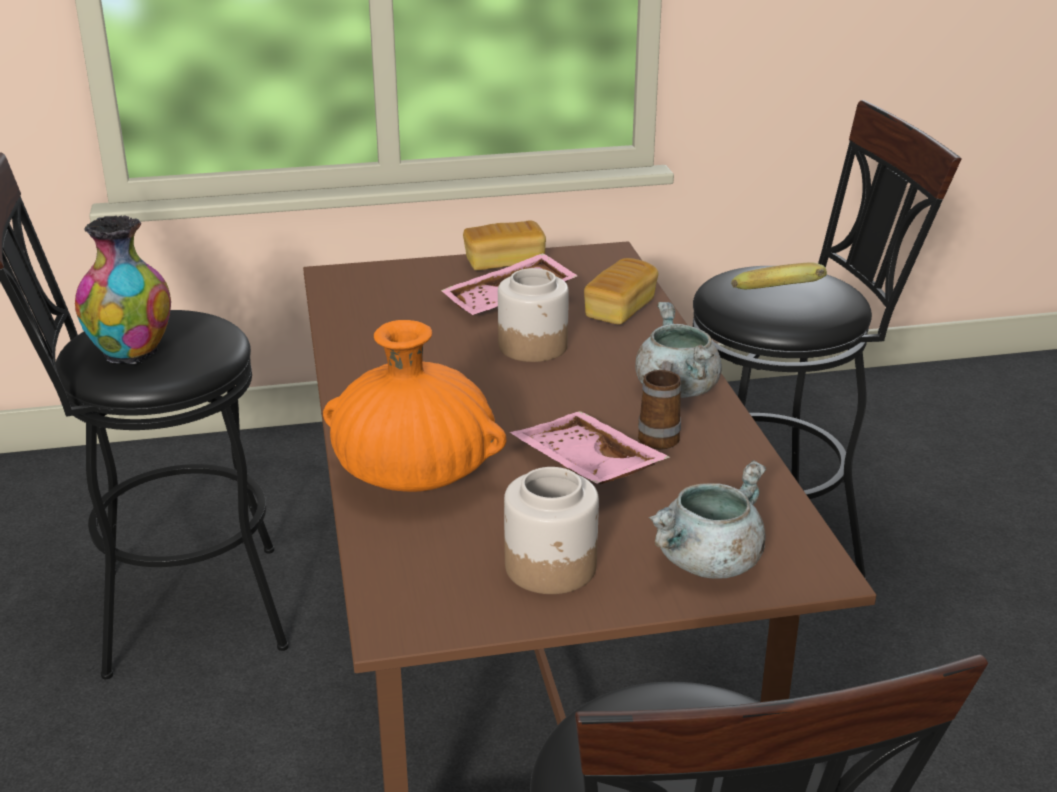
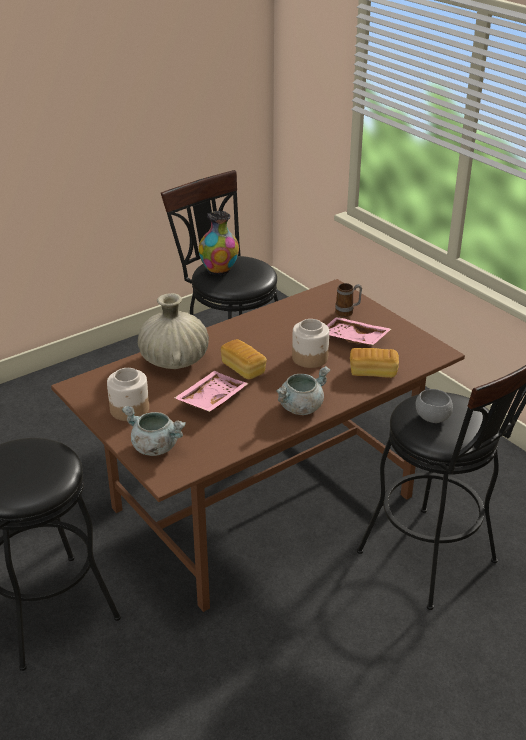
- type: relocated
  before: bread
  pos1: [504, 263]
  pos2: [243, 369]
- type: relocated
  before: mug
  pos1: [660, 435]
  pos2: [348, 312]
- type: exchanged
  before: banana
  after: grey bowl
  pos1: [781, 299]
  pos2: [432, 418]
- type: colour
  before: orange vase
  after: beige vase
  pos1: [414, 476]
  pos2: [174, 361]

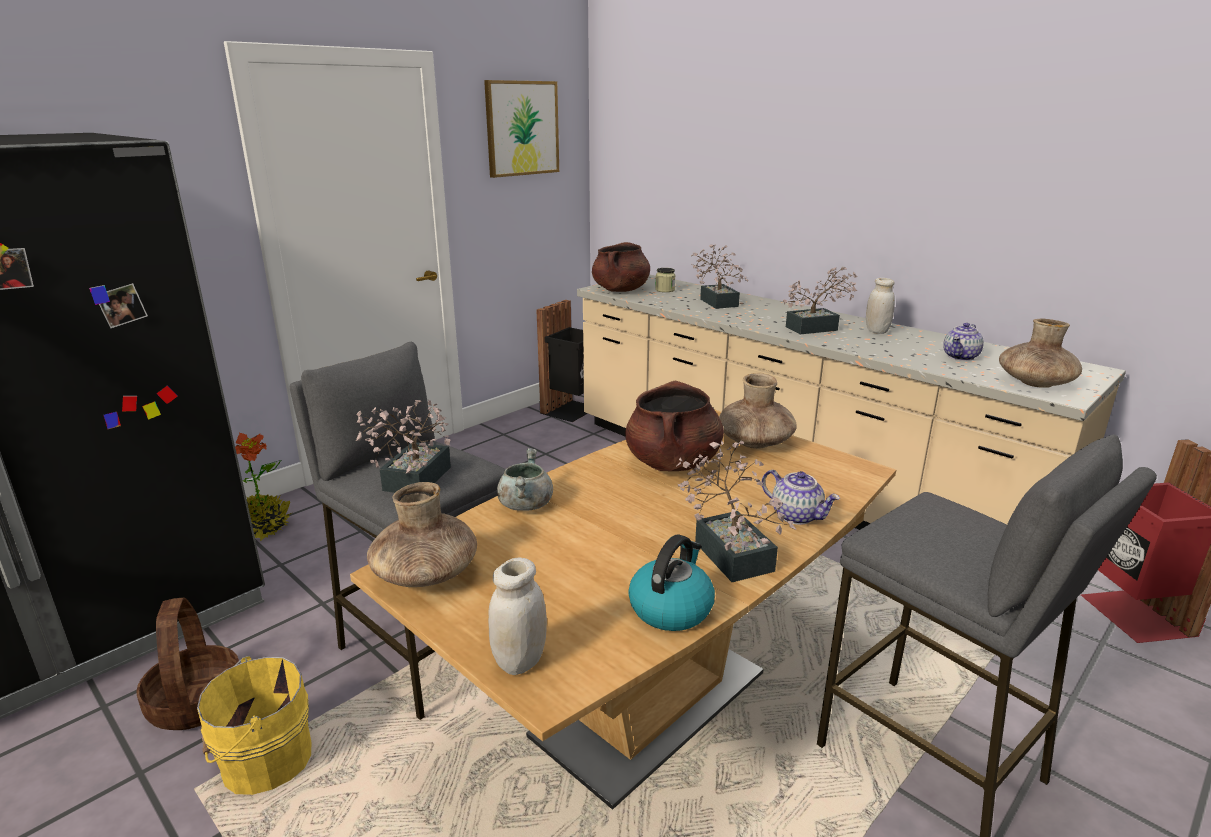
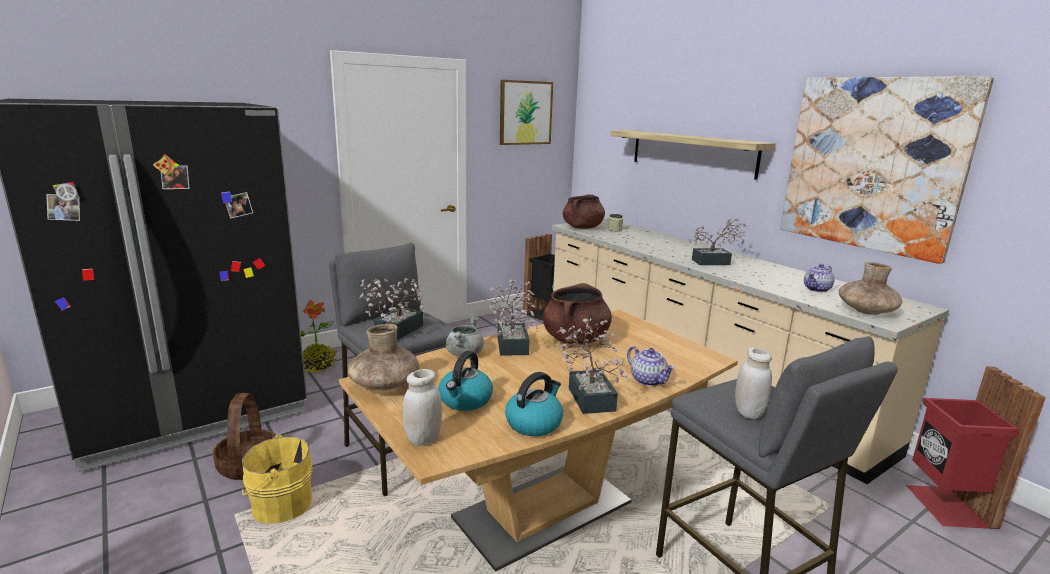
- type: missing
  before: brown vase
  pos1: [755, 442]
- type: appeared
  after: kettle
  pos2: [465, 400]
- type: appeared
  after: shelf
  pos2: [691, 153]
- type: appeared
  after: picture
  pos2: [872, 164]
- type: relocated
  before: potted plant
  pos1: [717, 301]
  pos2: [512, 343]
- type: relocated
  before: white jar
  pos1: [876, 331]
  pos2: [748, 413]

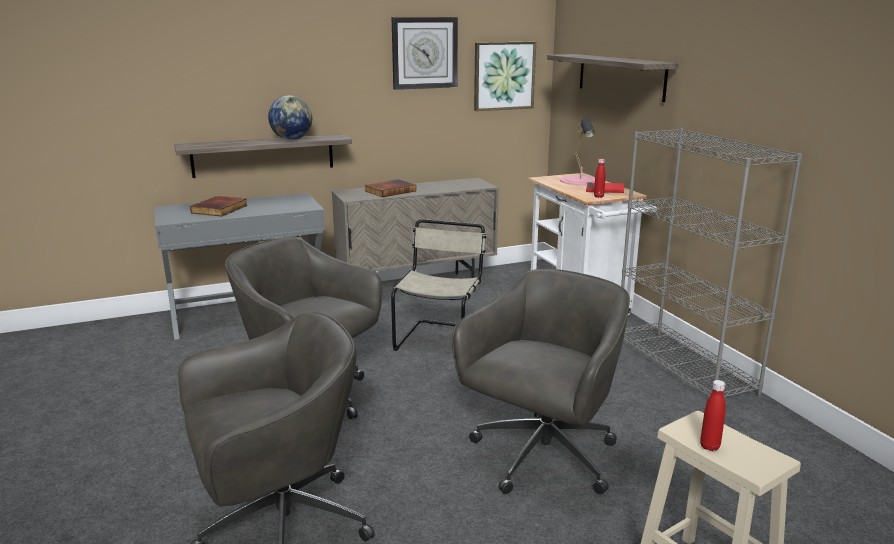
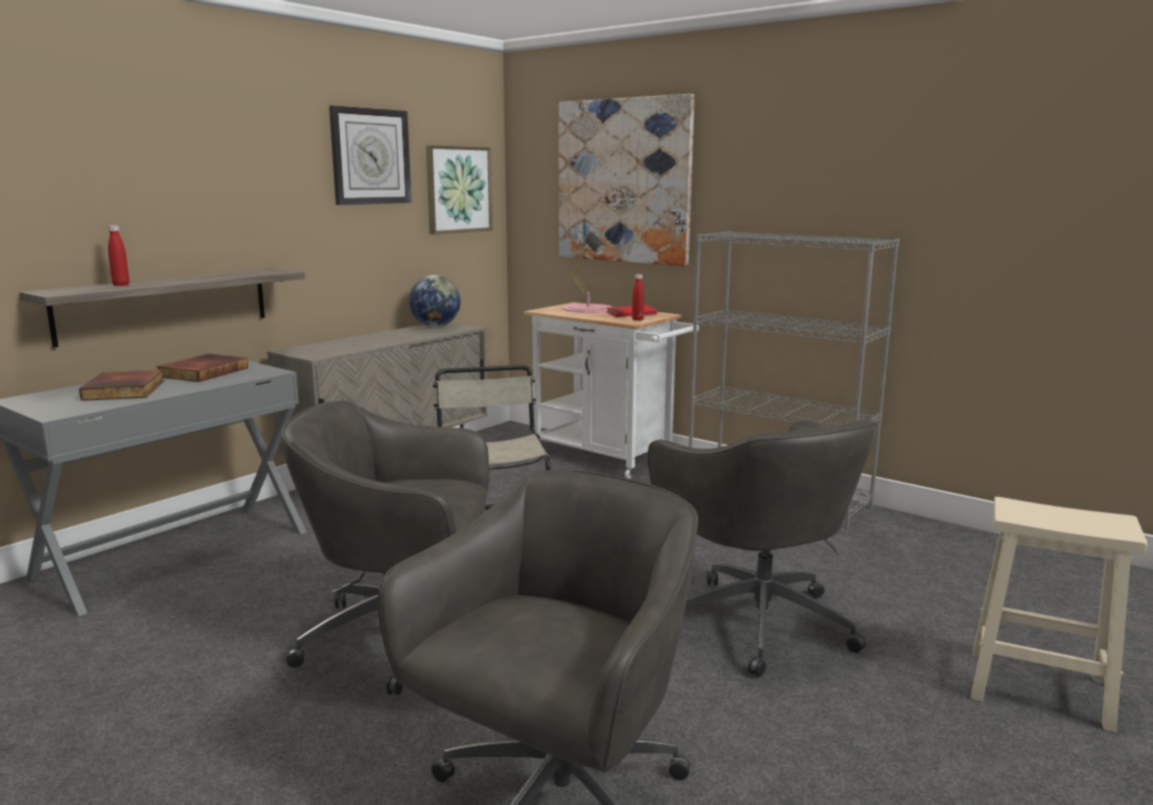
- type: relocated
  before: globe
  pos1: [292, 139]
  pos2: [435, 326]
- type: relocated
  before: book
  pos1: [390, 191]
  pos2: [202, 372]
- type: relocated
  before: red bottle
  pos1: [709, 446]
  pos2: [121, 285]
- type: exchanged
  before: shelf
  after: picture
  pos1: [620, 76]
  pos2: [623, 181]
- type: spun
  before: grey office chair
  pos1: [541, 457]
  pos2: [756, 620]
  turn: 150

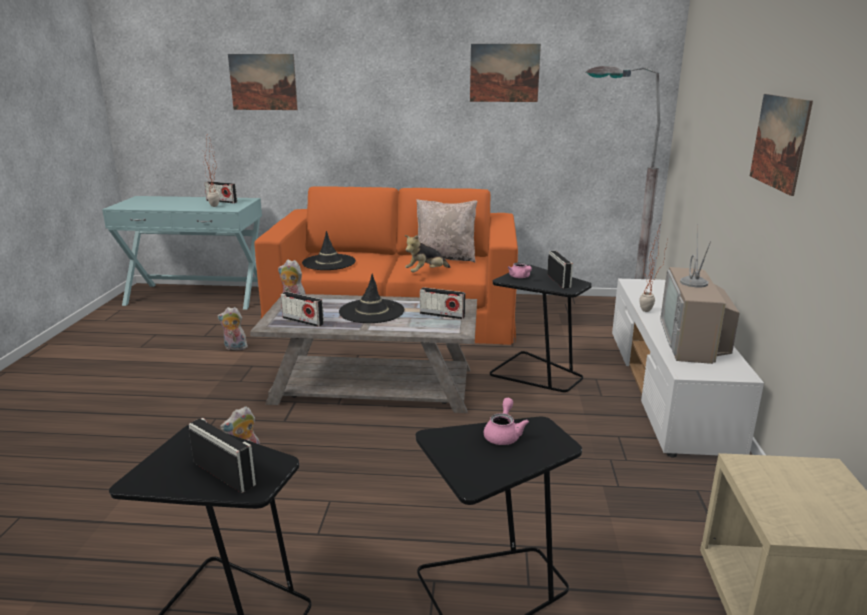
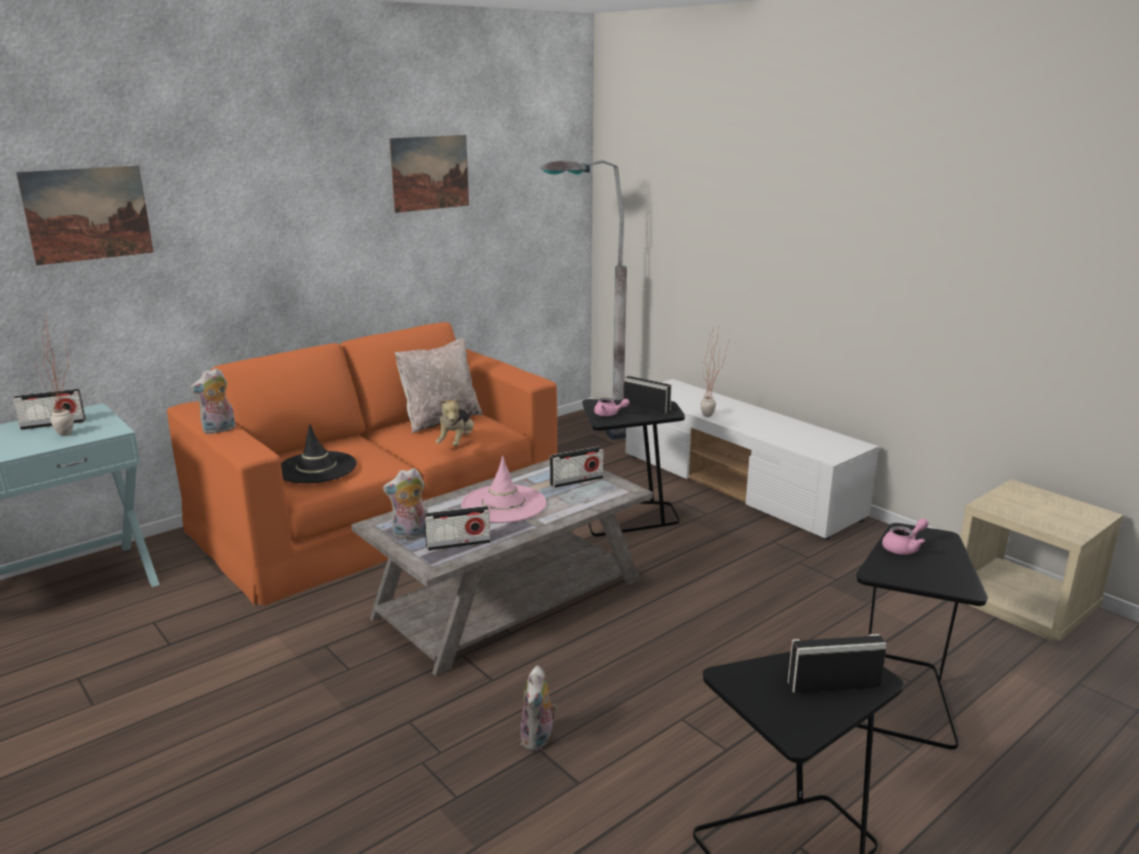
- type: missing
  before: television
  pos1: [693, 341]
- type: missing
  before: picture
  pos1: [779, 142]
- type: relocated
  before: plush toy
  pos1: [234, 348]
  pos2: [219, 430]
- type: colour
  before: black hat
  after: pink hat
  pos1: [371, 311]
  pos2: [503, 504]
- type: spun
  before: pink teapot
  pos1: [503, 434]
  pos2: [904, 548]
  turn: 90

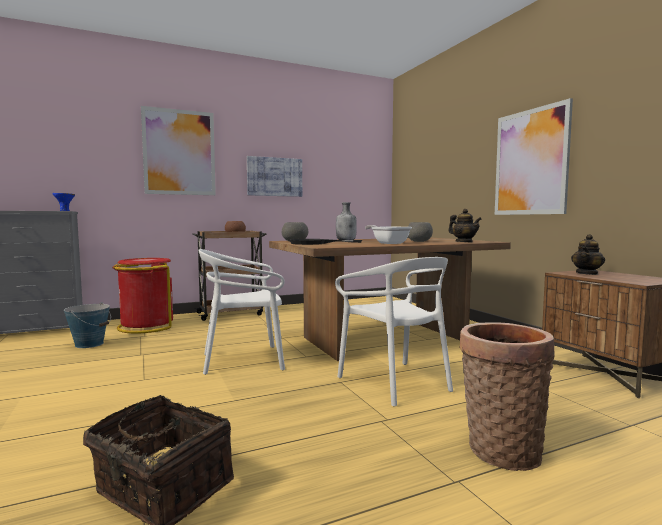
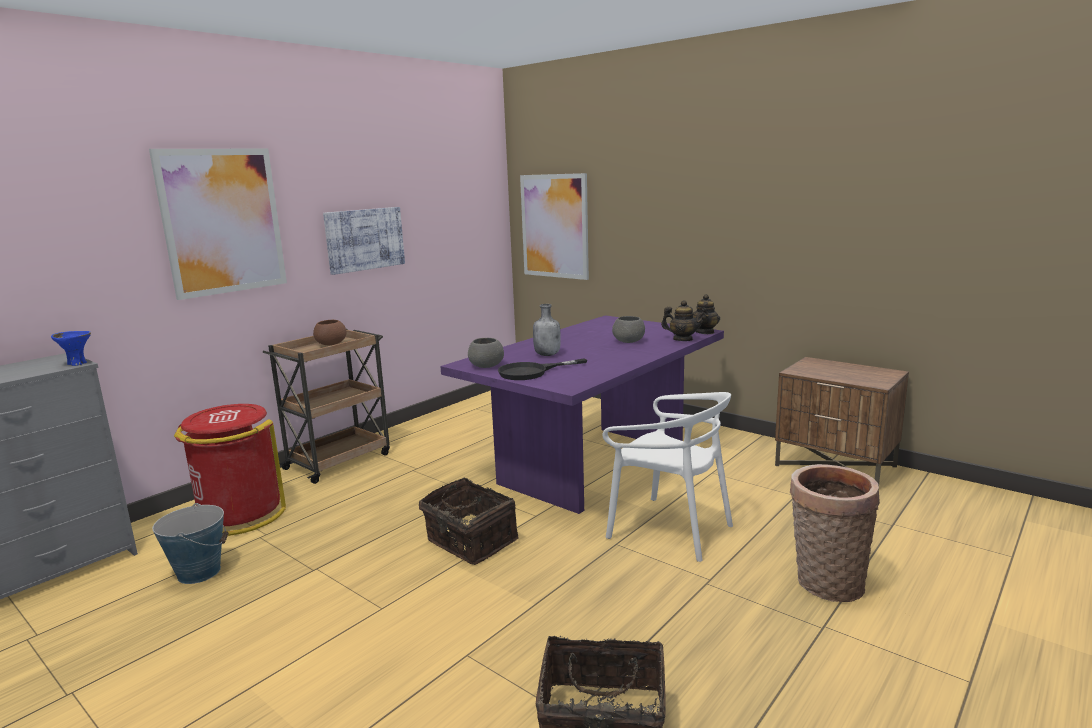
- type: missing
  before: frying pan
  pos1: [388, 243]
- type: relocated
  before: picture
  pos1: [530, 162]
  pos2: [554, 226]
- type: relocated
  before: teapot
  pos1: [587, 273]
  pos2: [705, 332]
- type: exchanged
  before: white chair
  after: basket
  pos1: [244, 360]
  pos2: [469, 542]
- type: colour
  before: brown dining table
  after: purple dining table
  pos1: [384, 339]
  pos2: [594, 465]

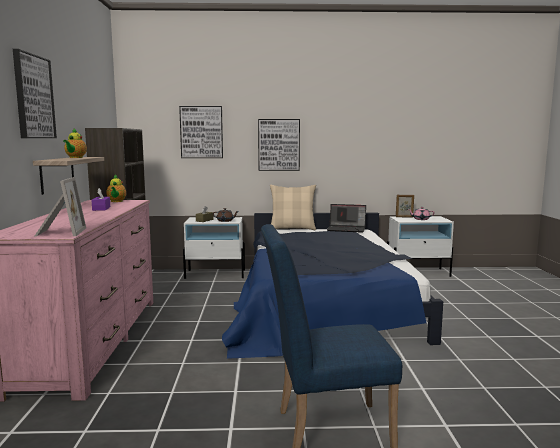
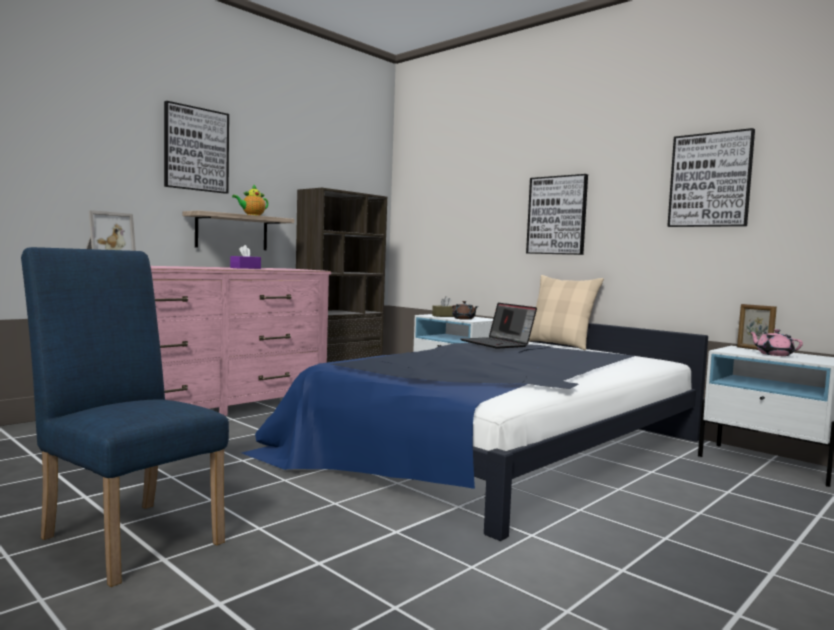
- type: missing
  before: teapot
  pos1: [116, 201]
- type: relocated
  before: picture
  pos1: [201, 132]
  pos2: [710, 180]
- type: relocated
  before: laptop
  pos1: [347, 229]
  pos2: [497, 344]

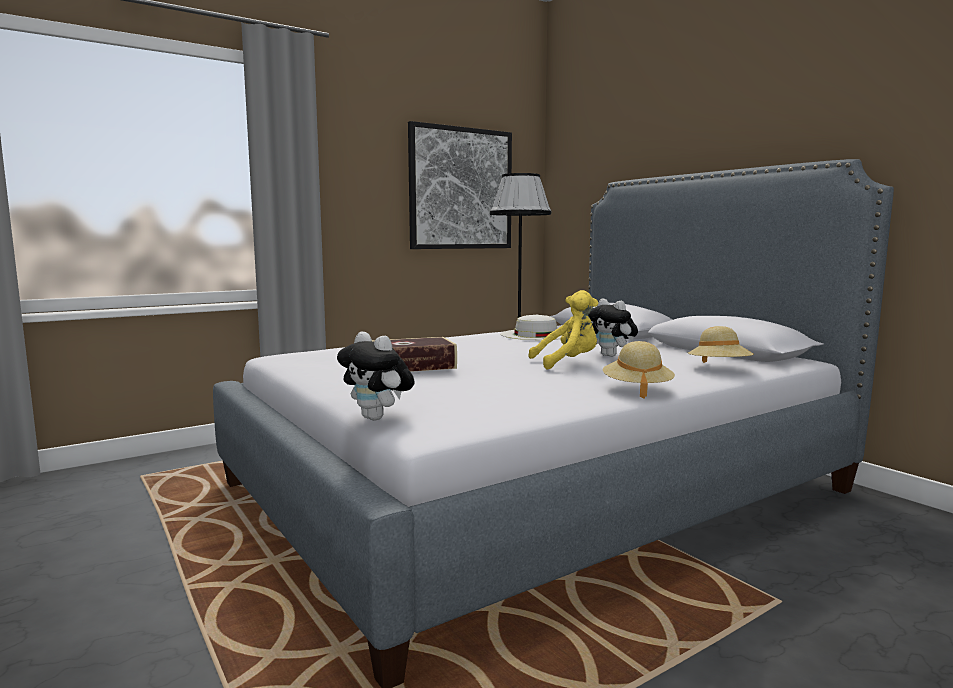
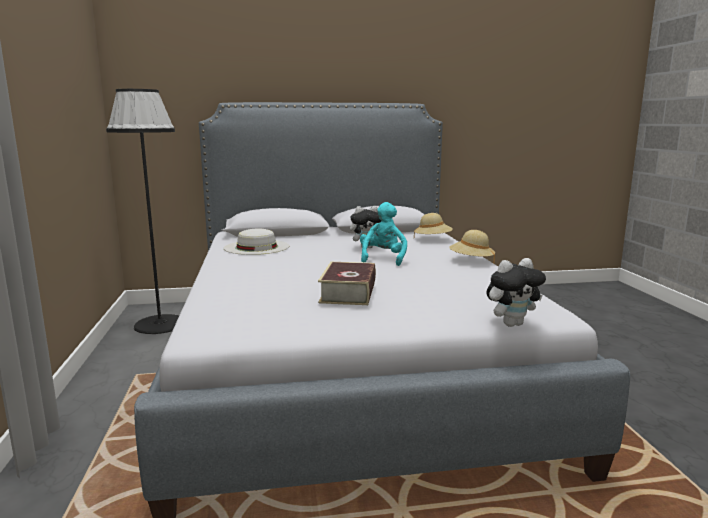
- type: missing
  before: picture
  pos1: [461, 189]
- type: colour
  before: yellow plush toy
  after: turquoise plush toy
  pos1: [567, 363]
  pos2: [383, 258]

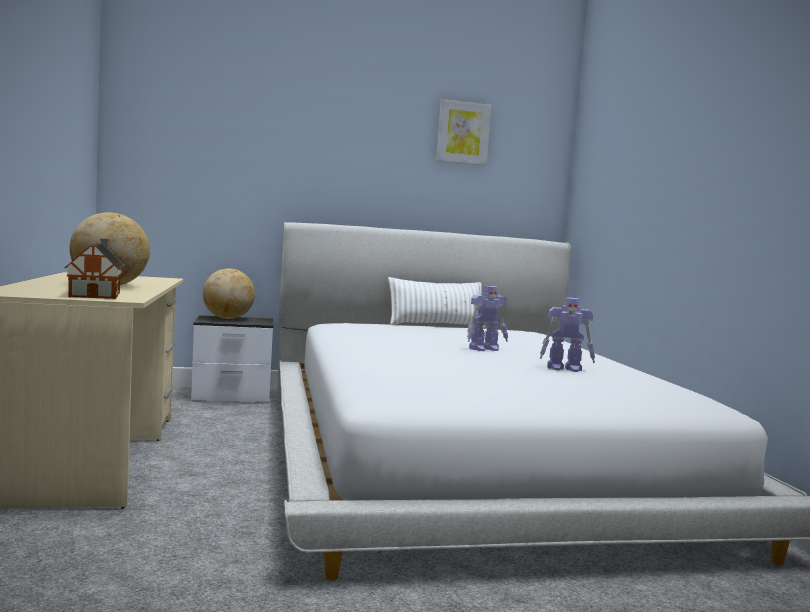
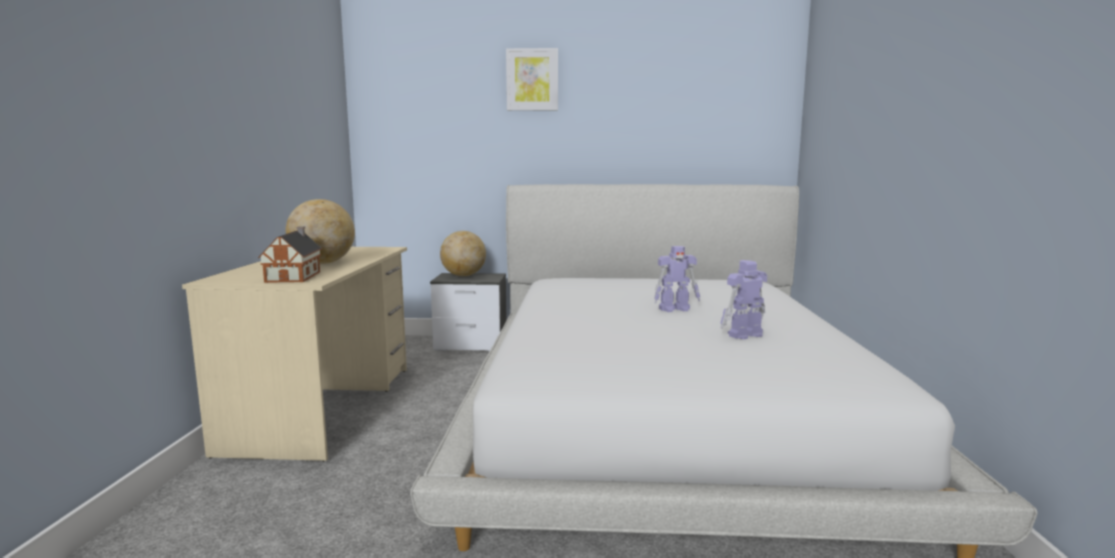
- type: missing
  before: white pillow
  pos1: [435, 325]
- type: relocated
  before: picture
  pos1: [463, 133]
  pos2: [532, 80]
- type: spun
  before: toy robot
  pos1: [565, 369]
  pos2: [744, 335]
  turn: 135

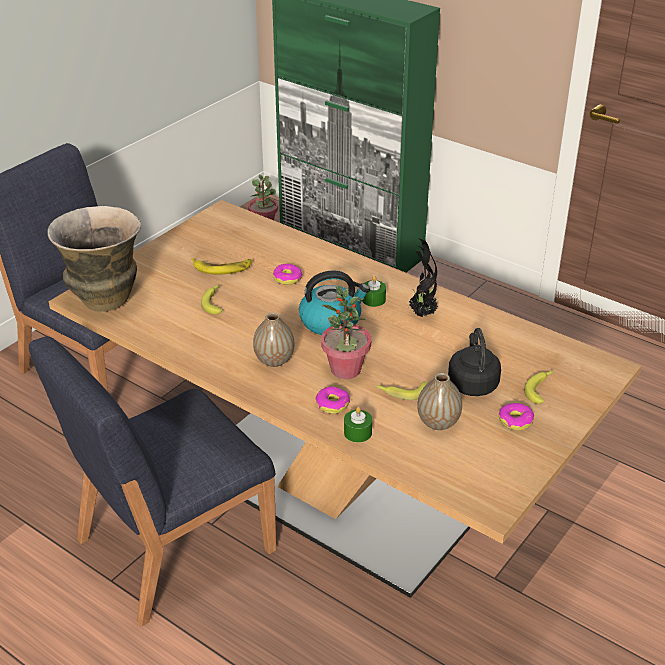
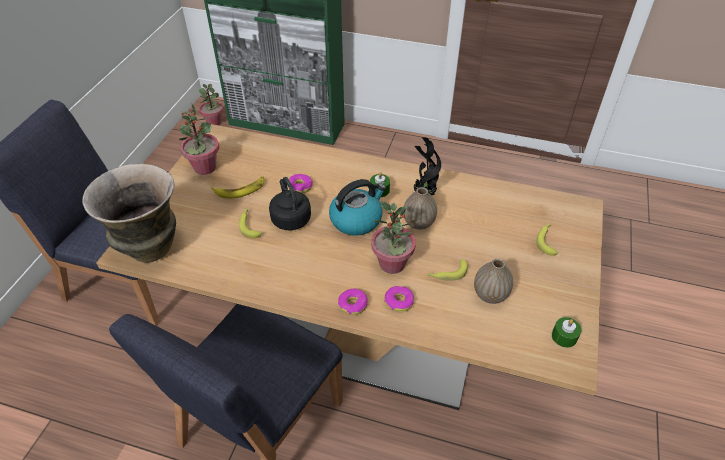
- type: appeared
  after: potted plant
  pos2: [205, 168]
- type: relocated
  before: vase
  pos1: [274, 360]
  pos2: [418, 223]
- type: relocated
  before: green candle
  pos1: [357, 433]
  pos2: [564, 336]
- type: relocated
  before: black kettle
  pos1: [472, 383]
  pos2: [290, 218]
- type: relocated
  before: donut
  pos1: [515, 421]
  pos2: [353, 304]

